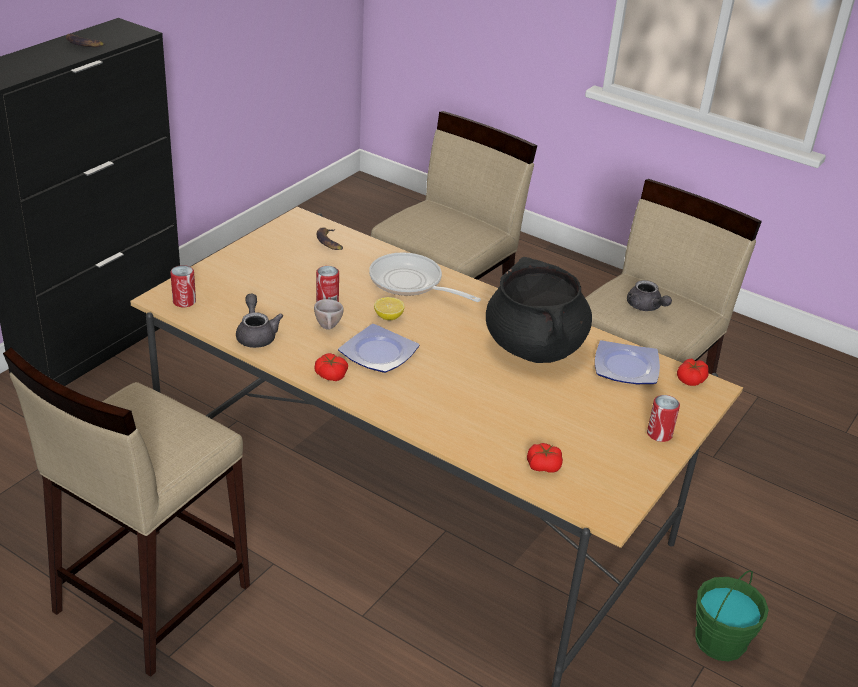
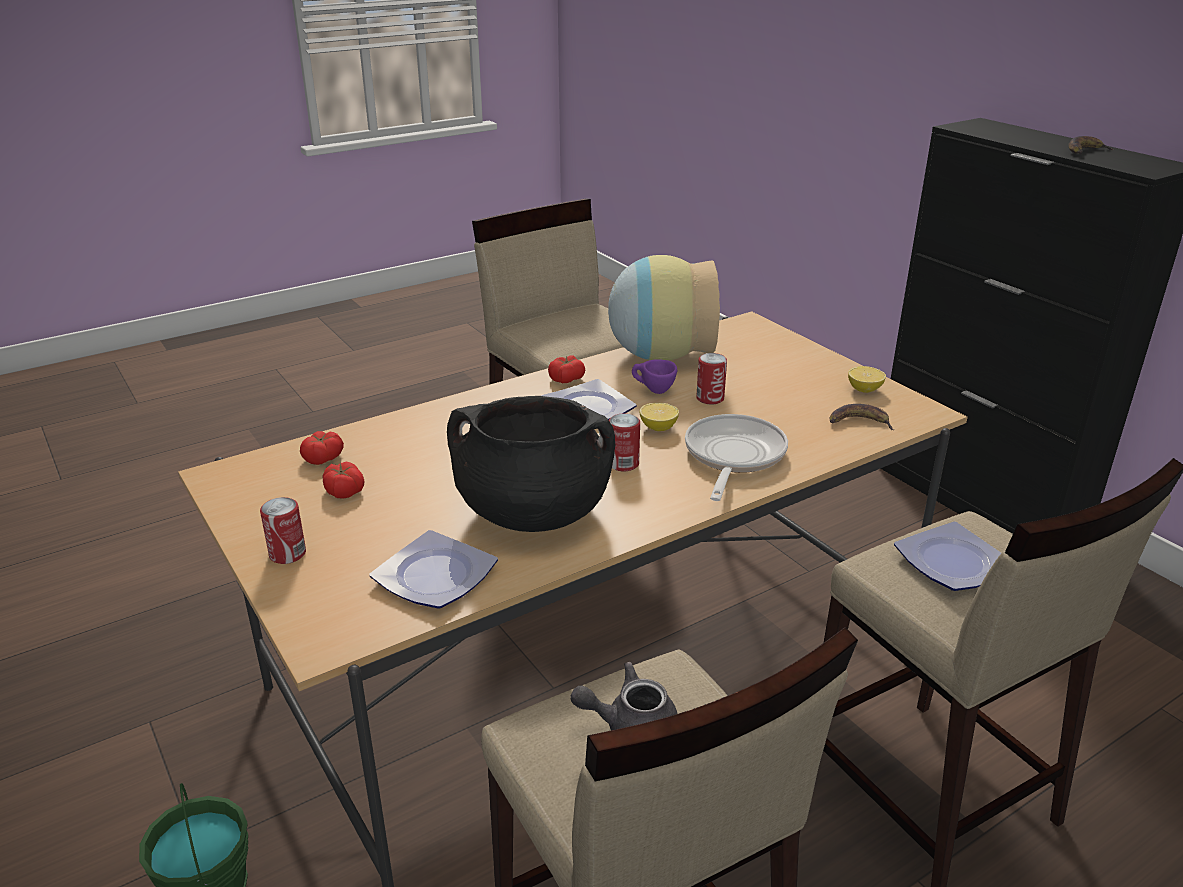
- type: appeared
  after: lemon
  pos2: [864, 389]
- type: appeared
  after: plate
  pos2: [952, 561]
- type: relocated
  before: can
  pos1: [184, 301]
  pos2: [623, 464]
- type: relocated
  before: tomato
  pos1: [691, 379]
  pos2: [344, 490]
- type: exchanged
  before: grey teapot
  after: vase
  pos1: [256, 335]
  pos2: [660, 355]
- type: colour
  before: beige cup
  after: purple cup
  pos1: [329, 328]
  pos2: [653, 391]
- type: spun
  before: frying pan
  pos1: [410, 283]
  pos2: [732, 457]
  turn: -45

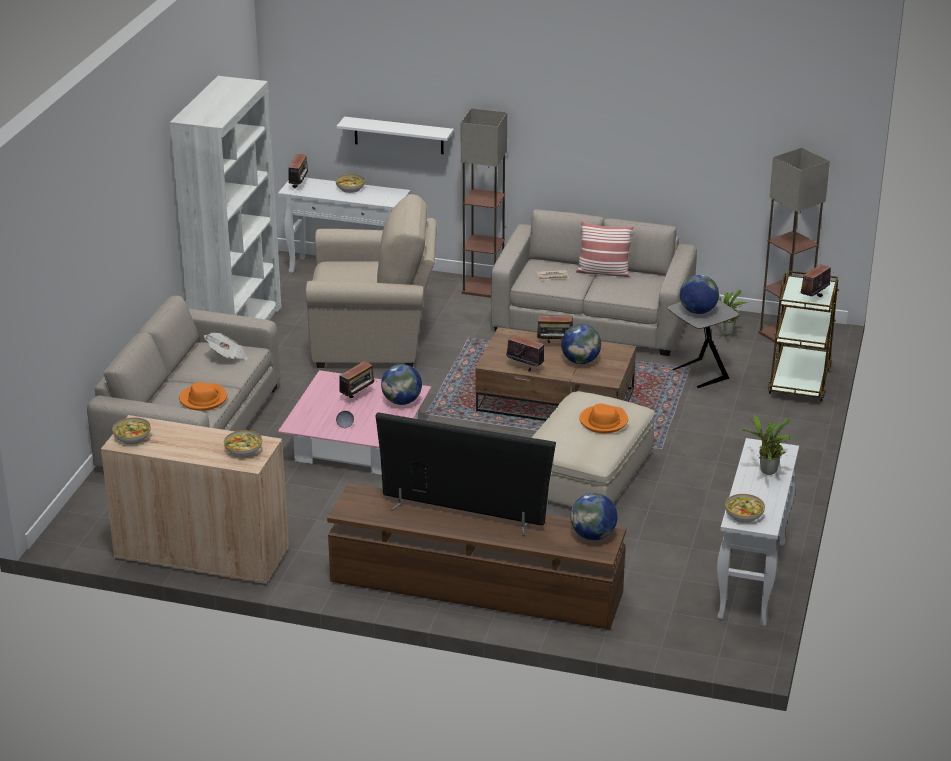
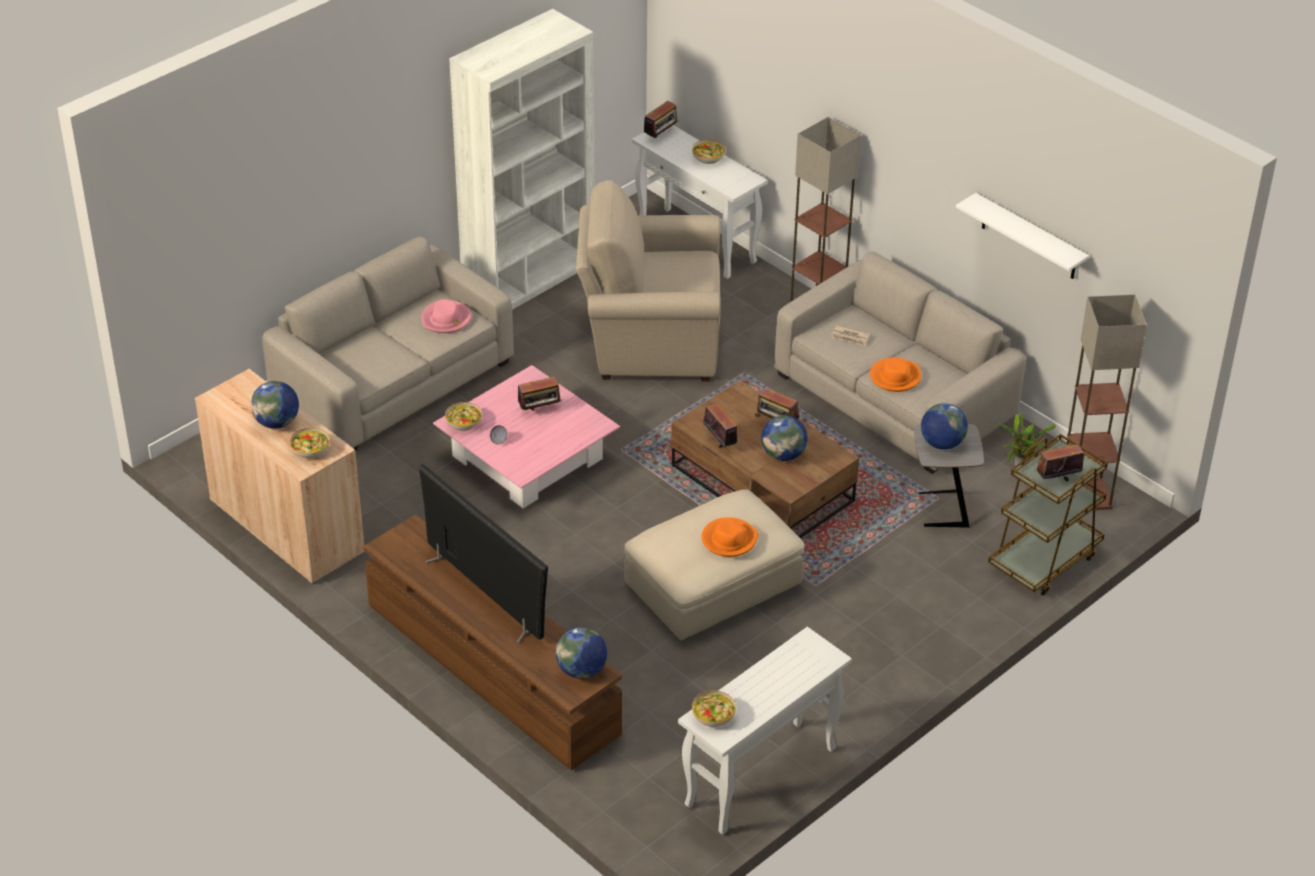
- type: missing
  before: pillow
  pos1: [603, 272]
- type: missing
  before: potted plant
  pos1: [767, 472]
- type: relocated
  before: bowl
  pos1: [132, 437]
  pos2: [463, 423]
- type: relocated
  before: orange hat
  pos1: [203, 399]
  pos2: [895, 377]
- type: relocated
  before: white shelf
  pos1: [399, 135]
  pos2: [1029, 238]
- type: relocated
  before: globe
  pos1: [402, 401]
  pos2: [277, 422]
- type: exchanged
  before: newspaper
  after: pink hat
  pos1: [227, 356]
  pos2: [446, 319]
- type: spun
  before: beige armchair
  pos1: [374, 340]
  pos2: [650, 339]
  turn: 150

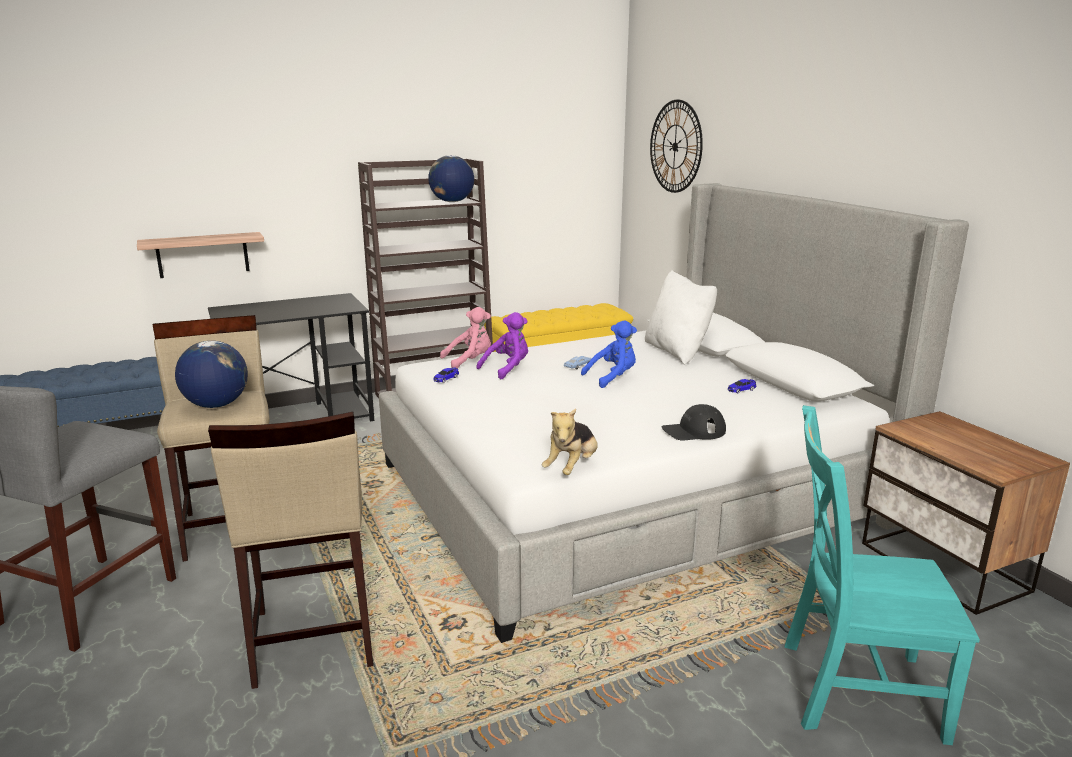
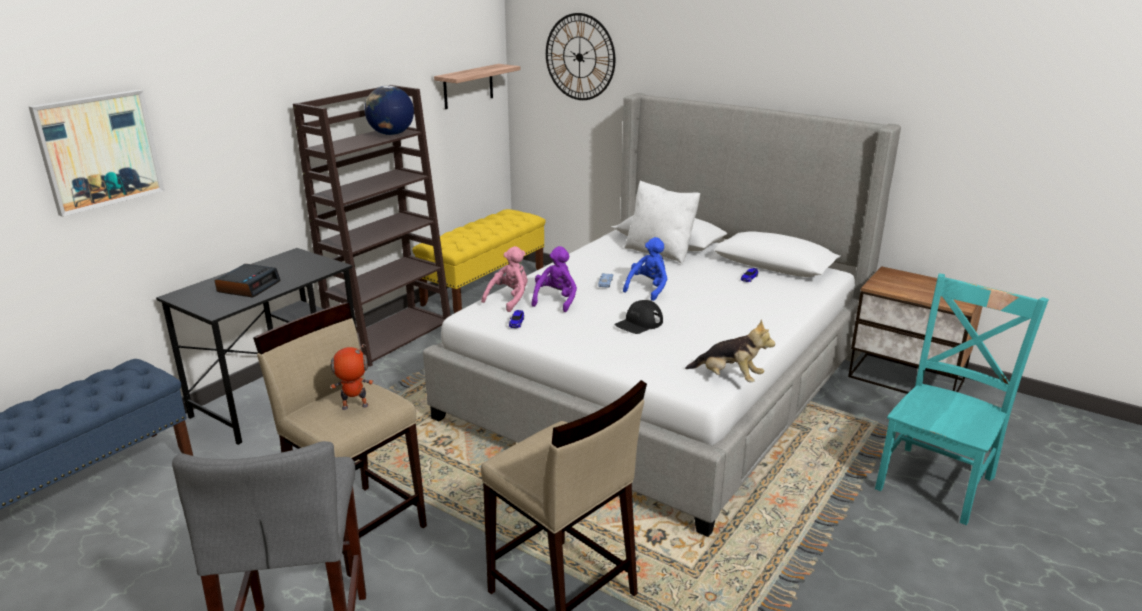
- type: appeared
  after: picture
  pos2: [99, 151]
- type: appeared
  after: alarm clock
  pos2: [249, 286]
- type: relocated
  before: shelf
  pos1: [203, 255]
  pos2: [468, 86]
- type: relocated
  before: black cap
  pos1: [693, 431]
  pos2: [639, 323]
- type: exchanged
  before: globe
  after: toy robot
  pos1: [216, 405]
  pos2: [354, 407]
- type: spun
  before: plush toy
  pos1: [572, 467]
  pos2: [729, 378]
  turn: -60
- type: spun
  before: turquoise chair
  pos1: [853, 689]
  pos2: [937, 480]
  turn: 150

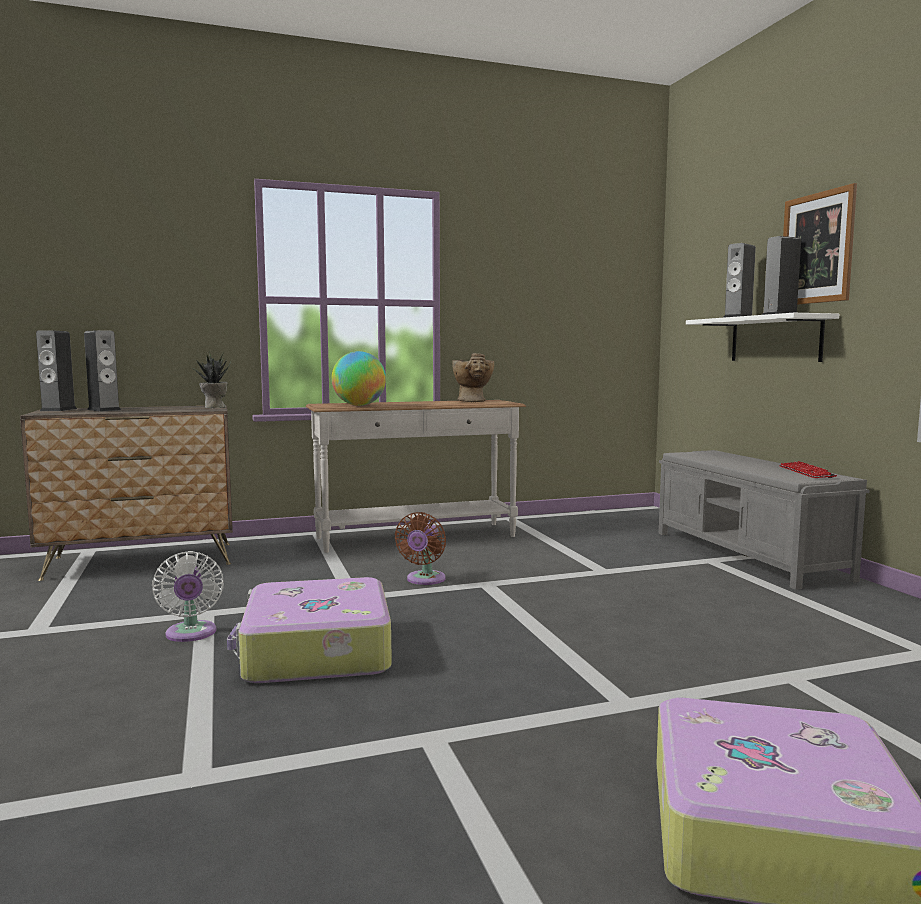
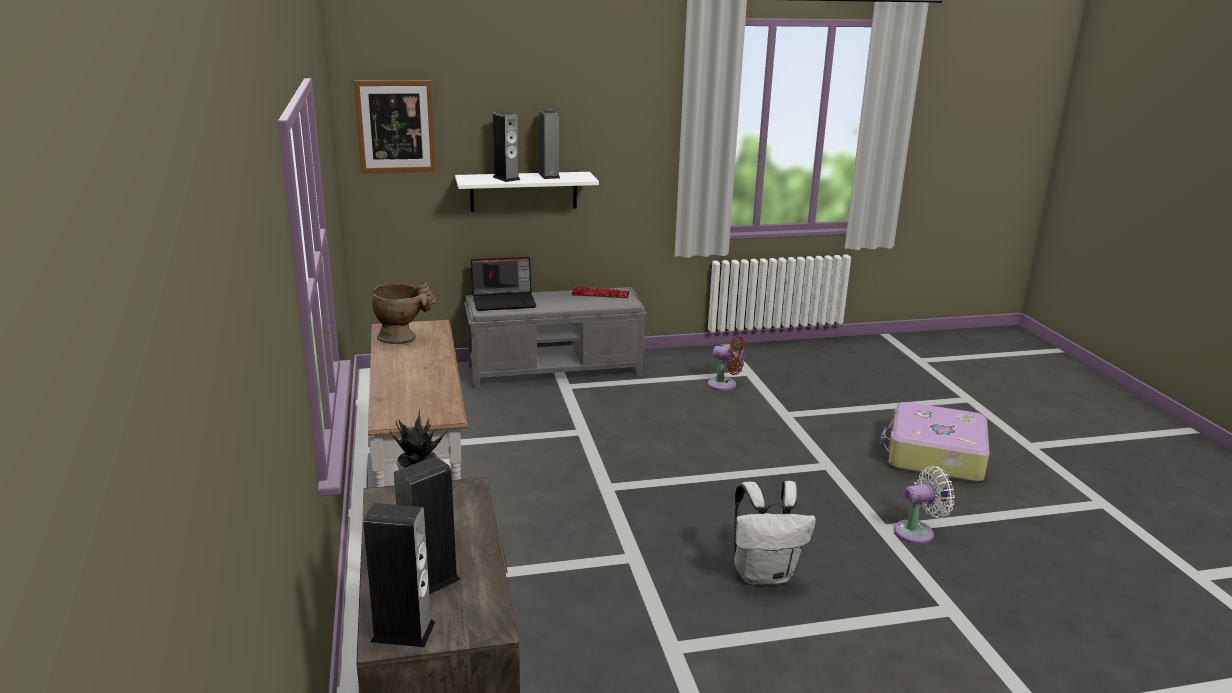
- type: missing
  before: globe
  pos1: [359, 405]
- type: appeared
  after: laptop
  pos2: [504, 301]
- type: relocated
  before: white fan
  pos1: [191, 634]
  pos2: [917, 532]
- type: relocated
  before: brown fan
  pos1: [424, 580]
  pos2: [725, 385]
- type: relocated
  before: picture
  pos1: [817, 248]
  pos2: [396, 126]
- type: exchanged
  before: suitcase
  after: white backpack
  pos1: [315, 652]
  pos2: [764, 574]

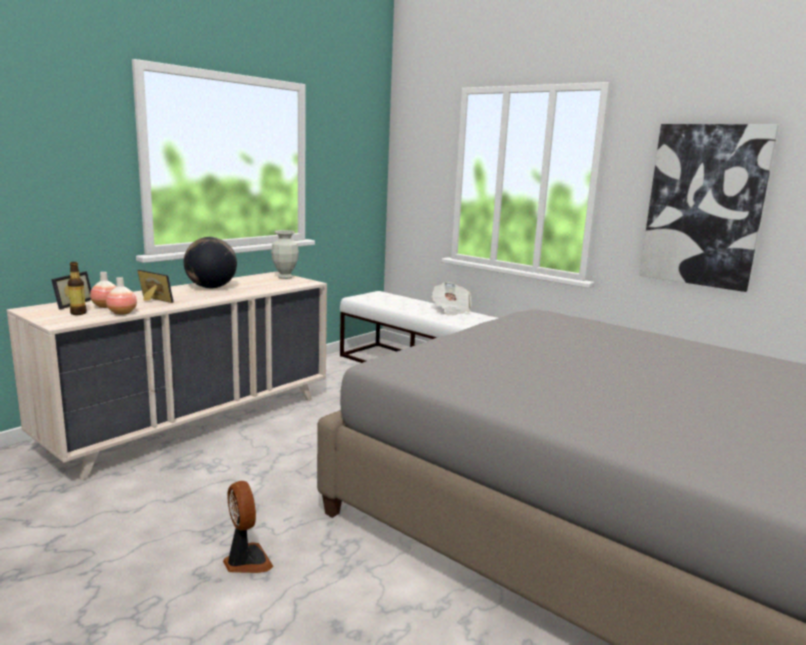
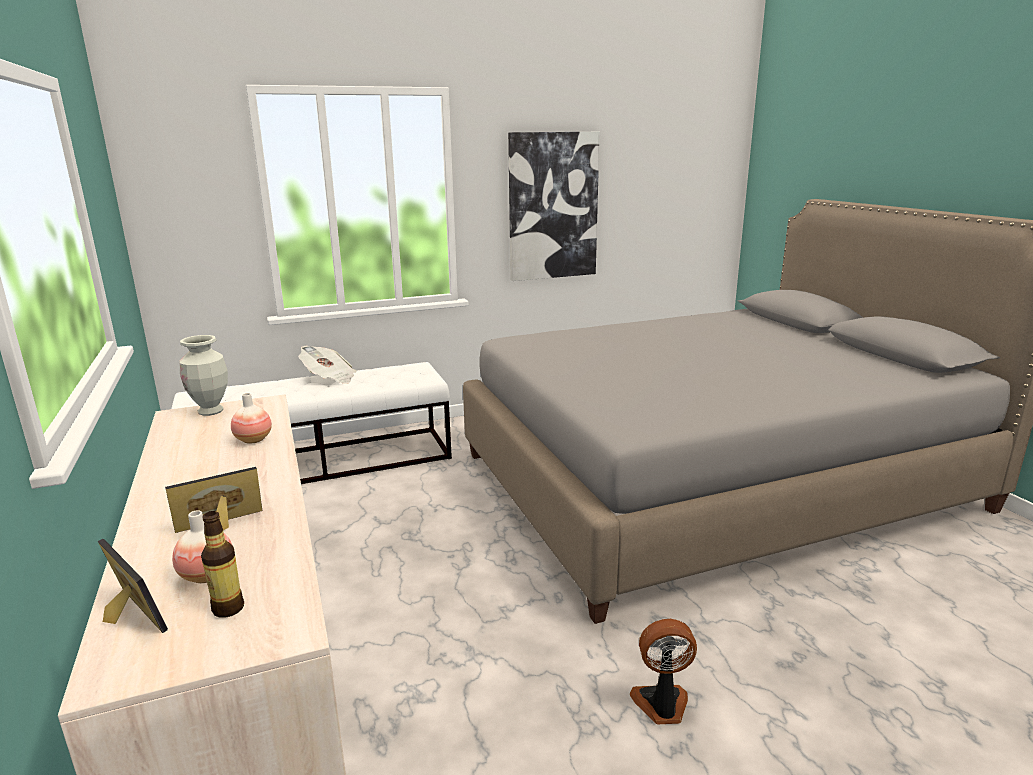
- type: missing
  before: globe
  pos1: [211, 287]
- type: relocated
  before: vase
  pos1: [122, 313]
  pos2: [253, 440]

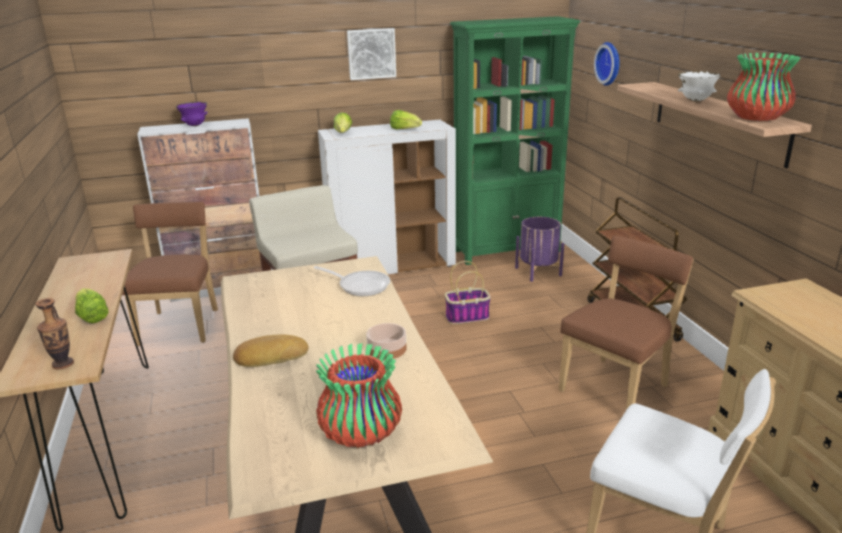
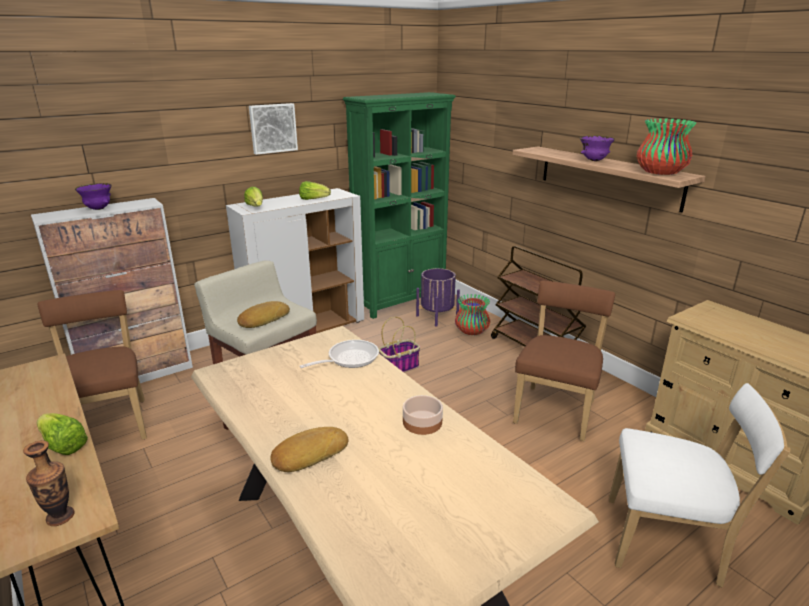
- type: missing
  before: wall clock
  pos1: [610, 63]
- type: appeared
  after: bread
  pos2: [263, 319]
- type: relocated
  before: vase
  pos1: [361, 434]
  pos2: [472, 331]
- type: colour
  before: white bowl
  after: purple bowl
  pos1: [695, 101]
  pos2: [594, 160]
- type: spun
  before: frying pan
  pos1: [360, 285]
  pos2: [349, 358]
  turn: -45

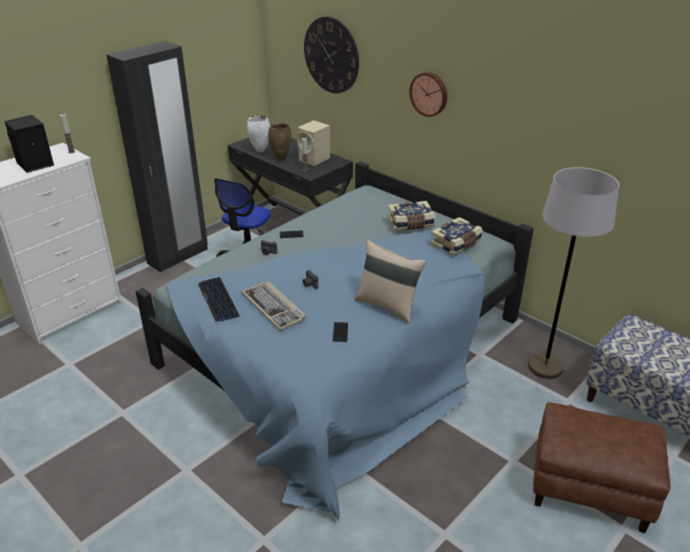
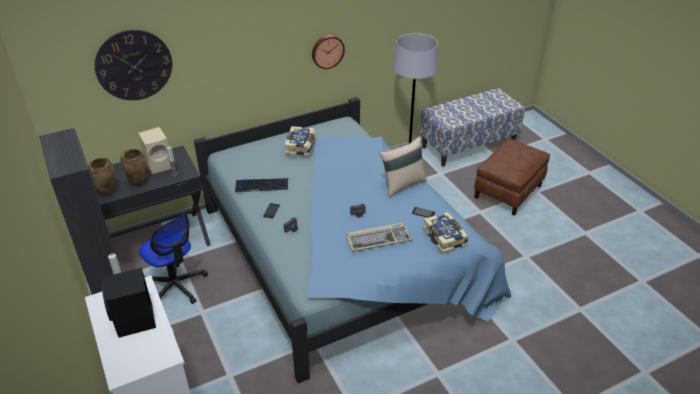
- type: relocated
  before: keyboard
  pos1: [218, 300]
  pos2: [262, 186]
- type: relocated
  before: wall clock
  pos1: [429, 94]
  pos2: [327, 51]
- type: relocated
  before: book
  pos1: [456, 244]
  pos2: [445, 238]
- type: colour
  before: white vase
  after: brown vase
  pos1: [260, 151]
  pos2: [108, 194]

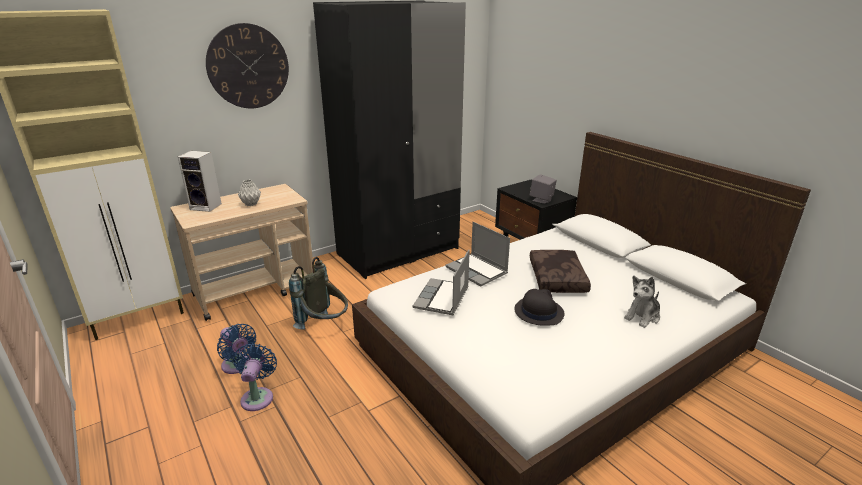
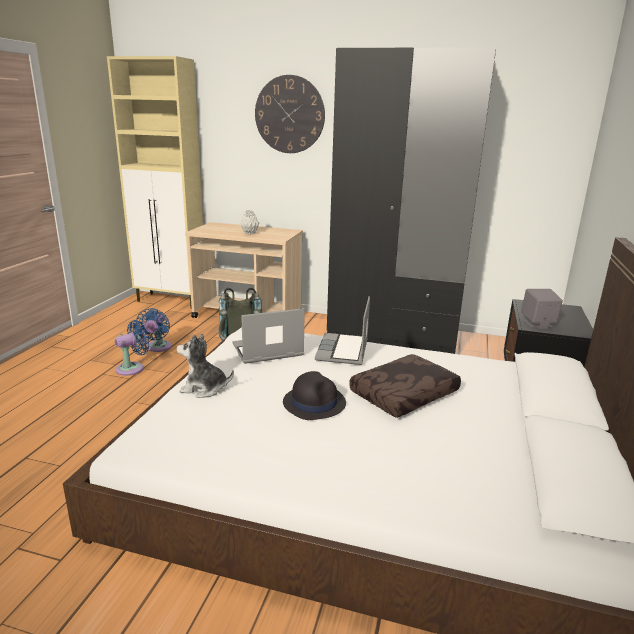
- type: missing
  before: speaker
  pos1: [207, 206]
- type: relocated
  before: plush toy
  pos1: [642, 316]
  pos2: [204, 388]

